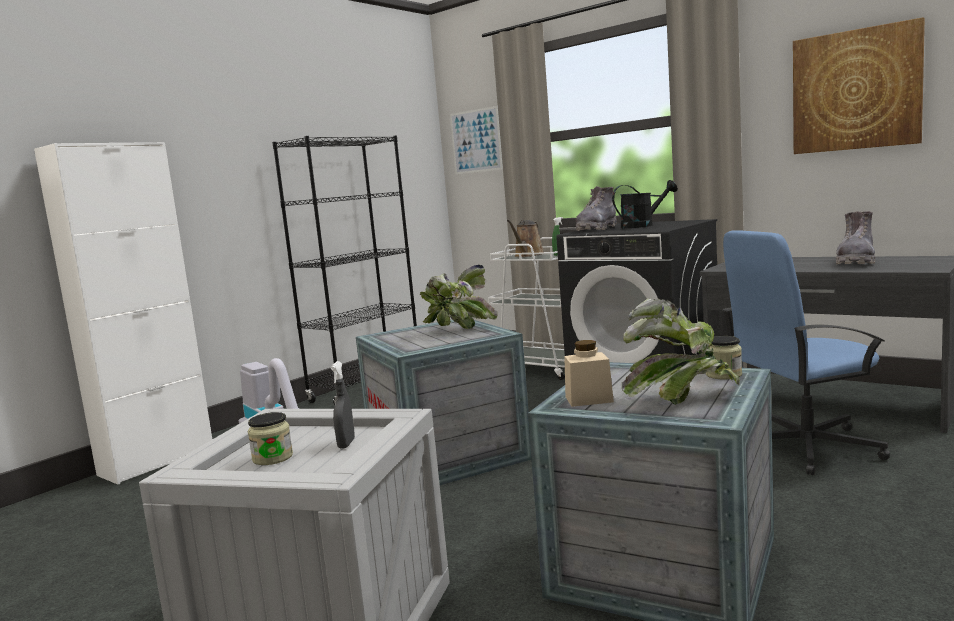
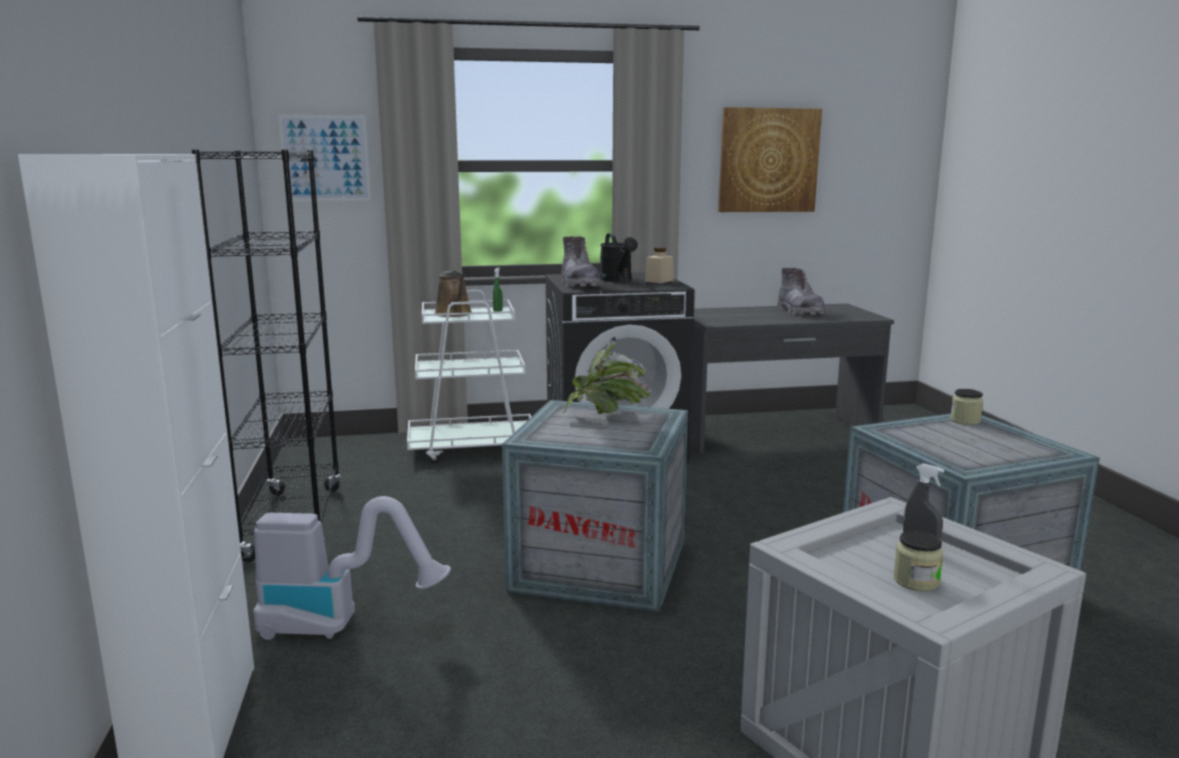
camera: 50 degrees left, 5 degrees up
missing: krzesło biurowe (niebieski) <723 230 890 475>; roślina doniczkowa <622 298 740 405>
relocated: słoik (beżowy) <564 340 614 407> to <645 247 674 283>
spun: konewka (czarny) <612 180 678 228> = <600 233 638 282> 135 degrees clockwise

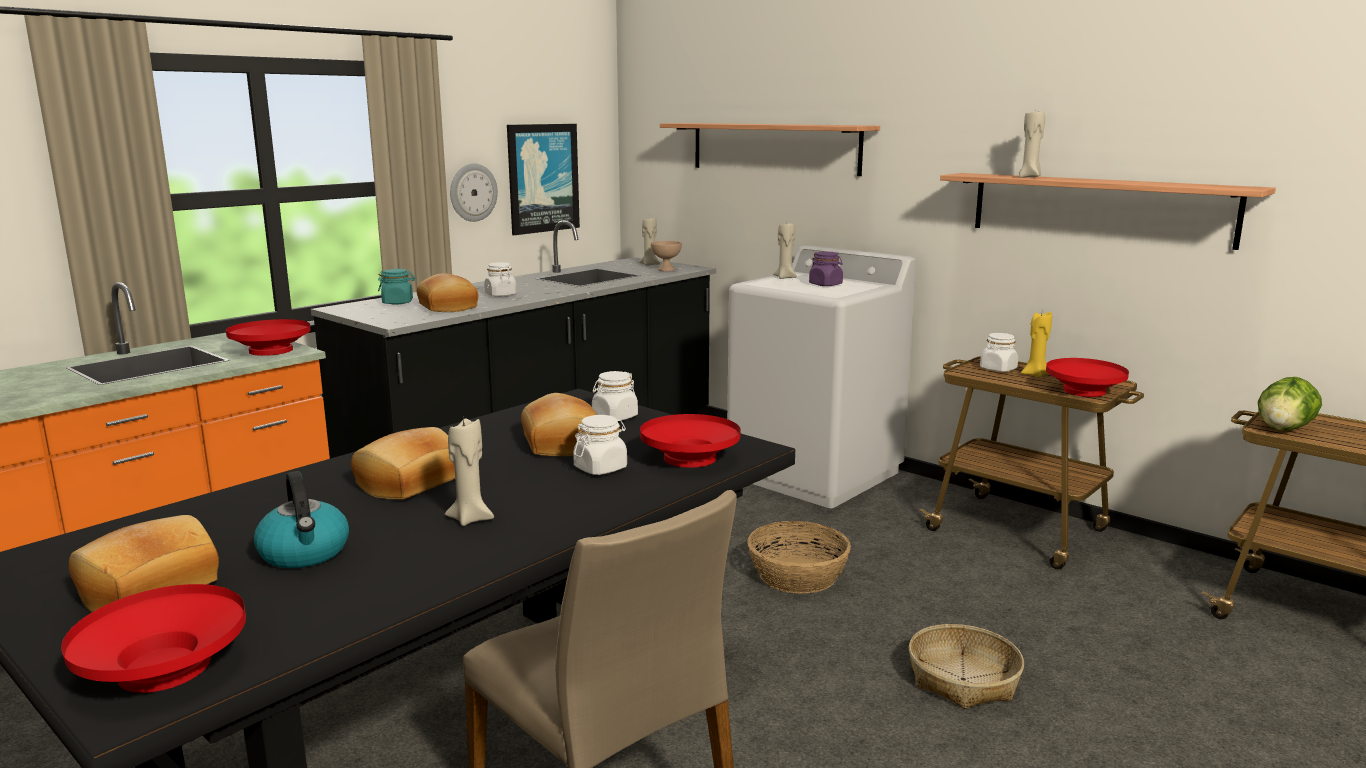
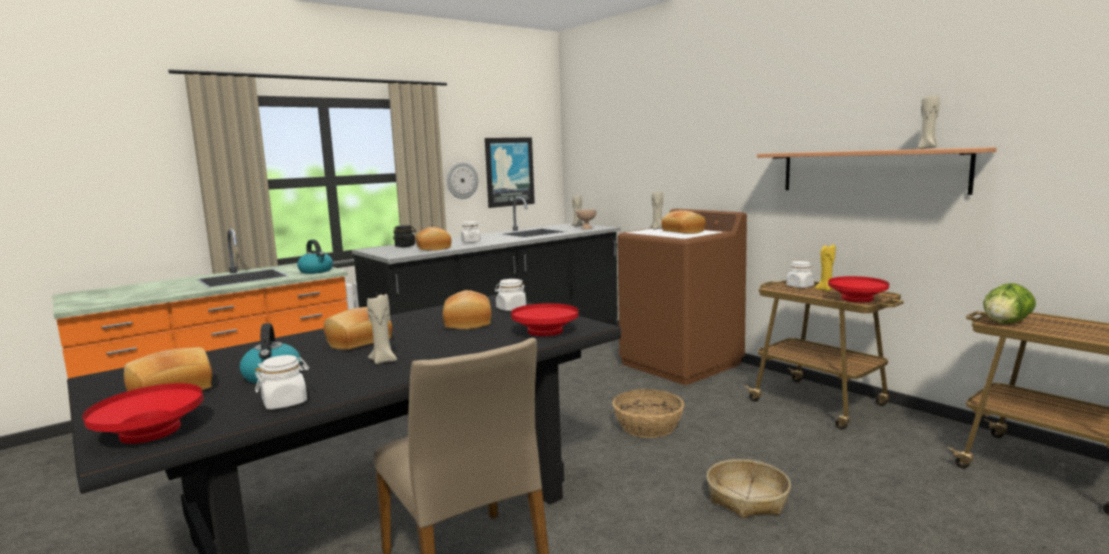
camera: 10 degrees right, 5 degrees down
missing: półka <660 123 880 176>
relocated: świeca (beżowy) <1019 111 1045 178> to <917 95 939 149>; słoik (biały) <573 415 627 475> to <255 355 309 410>
exchanged: słoik (fioletowy) <809 252 843 286> to chleb <661 210 706 234>; miska (czerwony) <226 319 310 356> to czajnik <297 239 333 274>
colour: pralka (biały) <727 245 916 508> to pralka (brązowy) <617 209 747 385>; słoik (turkusowy) <378 269 415 305> to słoik (czarny) <393 225 416 247>

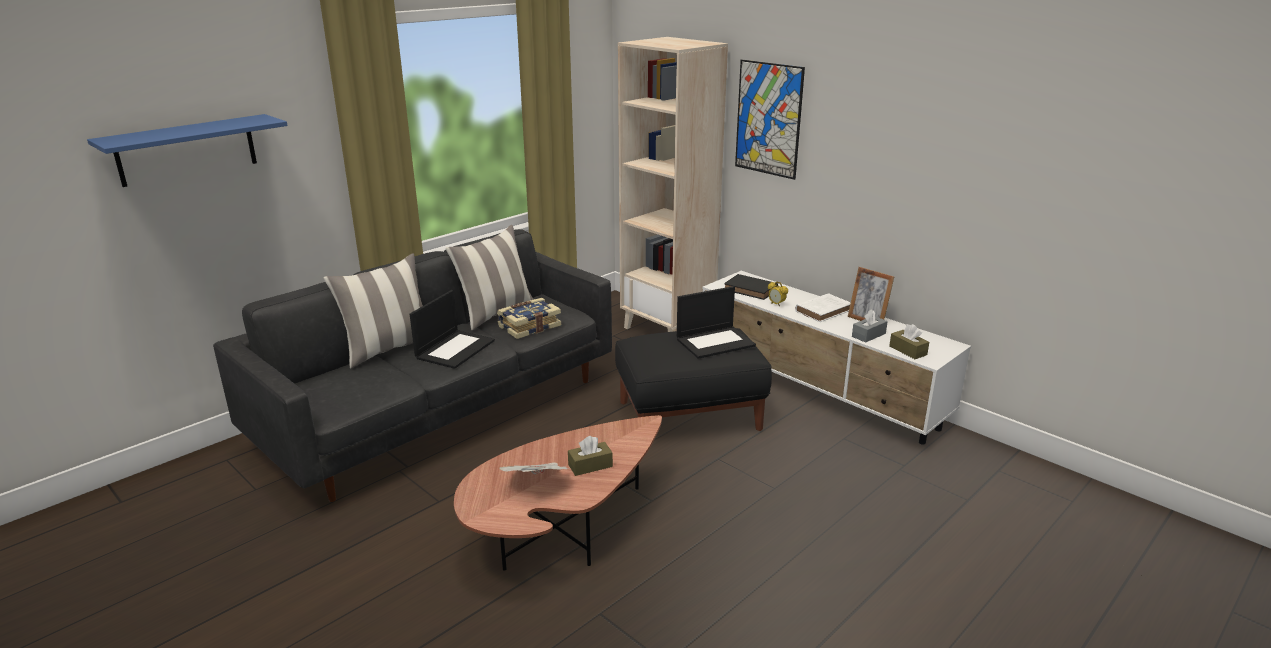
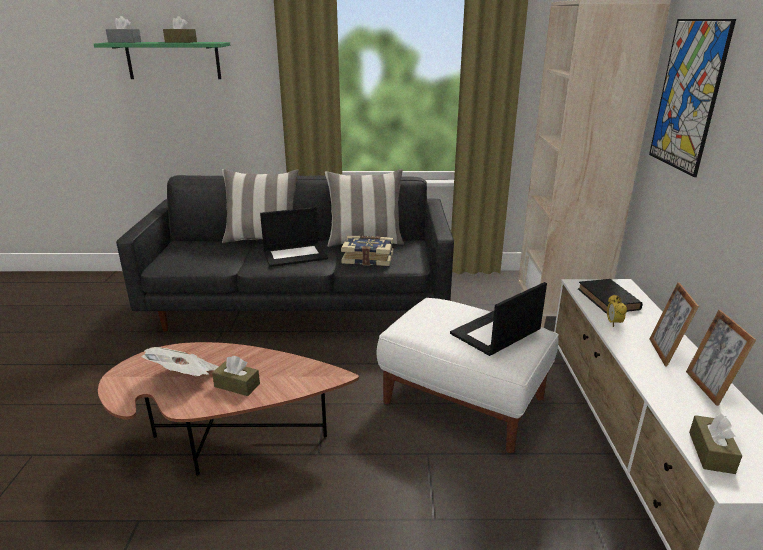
camera: 45 degrees right, 0 degrees up
appeared: pudełko chusteczek (brązowy) <163 16 197 43>
relocated: pudełko chusteczek (szary) <852 309 888 343> to <106 16 141 43>
exchanged: książka (biały) <795 293 851 322> to ramka na zdjęcie <649 282 699 367>
colour: półka (niebieski) <87 114 288 187> to półka (zielony) <94 42 230 79>; pufa (czarny) <615 328 772 431> to pufa (biały) <377 298 559 453>
spun: laptop <677 286 756 359> = <450 282 547 356> 120 degrees clockwise

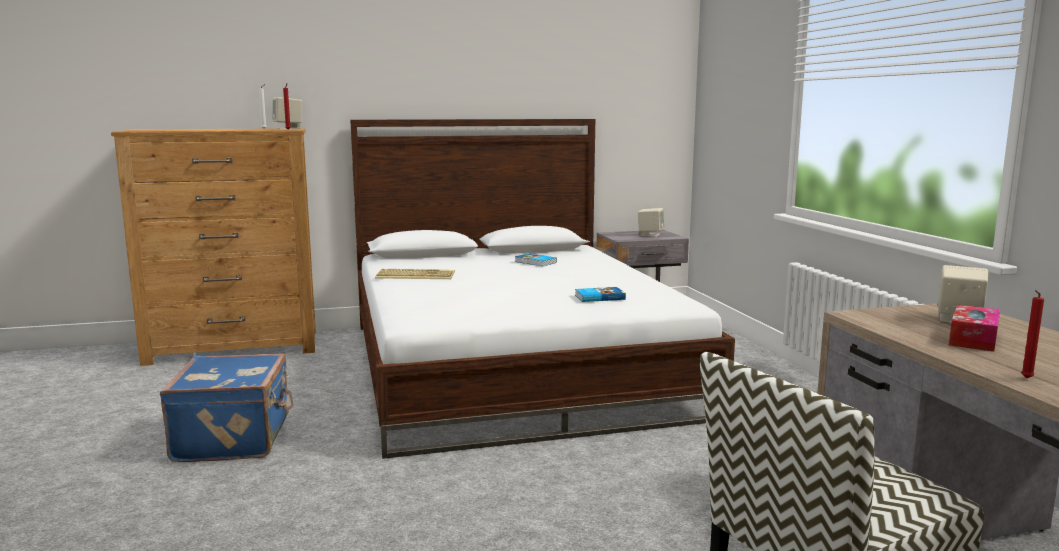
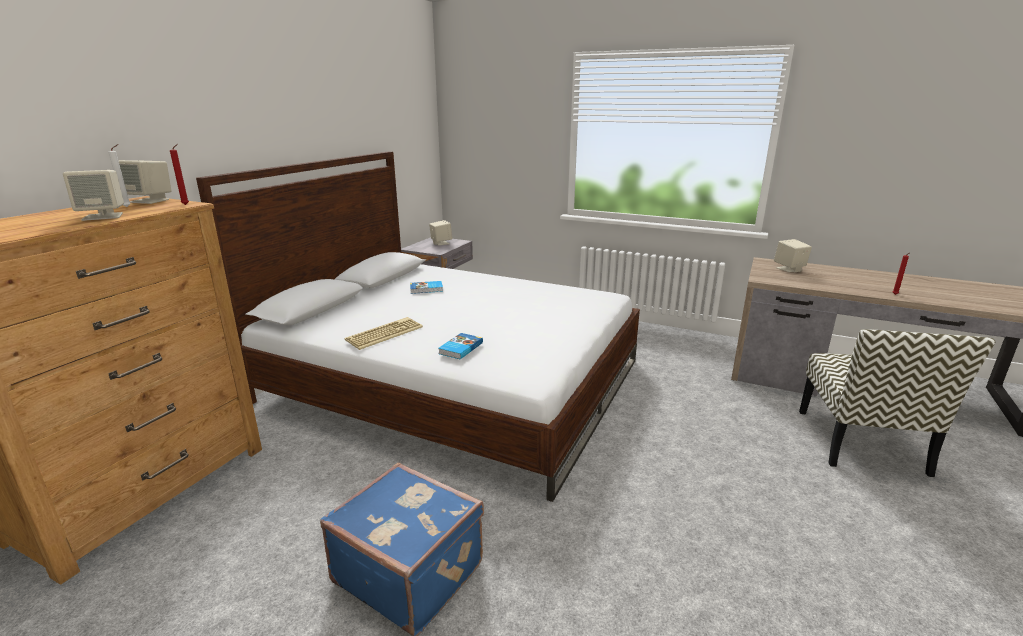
camera: 50 degrees left, 10 degrees up
missing: pudełko chusteczek <949 305 1000 352>
appeared: głośnik (beżowy) <63 170 124 221>
relocated: książka <575 287 626 302> to <438 333 483 359>

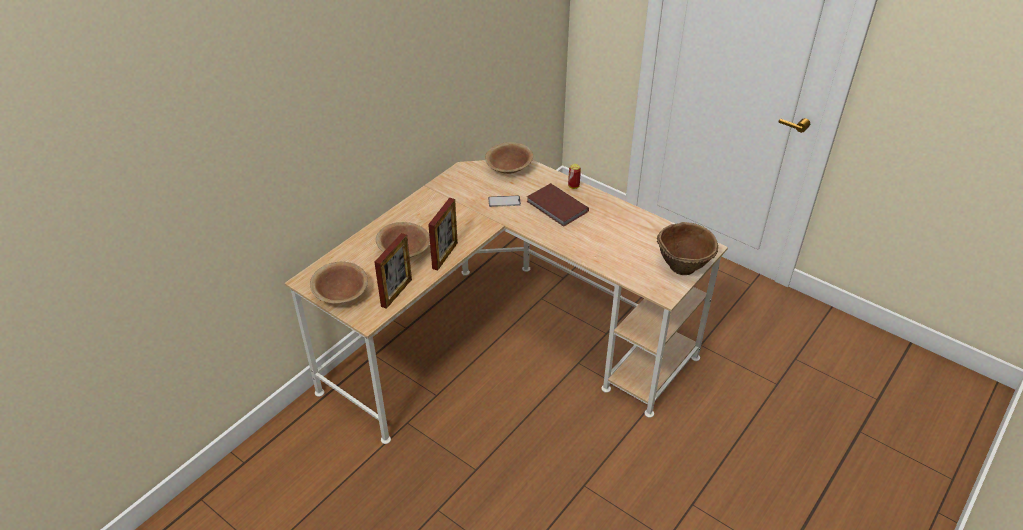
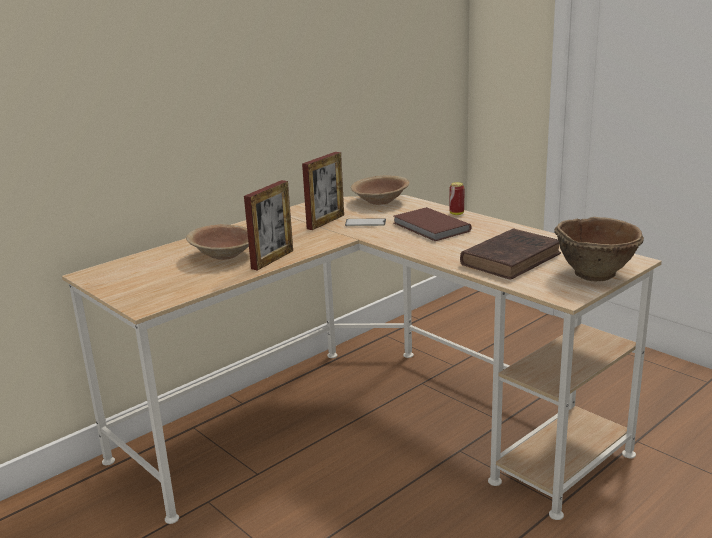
camera: 10 degrees right, 20 degrees down
missing: miska (brązowy) <310 262 368 304>
appeared: książka (brązowy) <460 228 561 280>
relocated: ramka na zdjęcie <374 233 412 309> to <302 152 344 230>

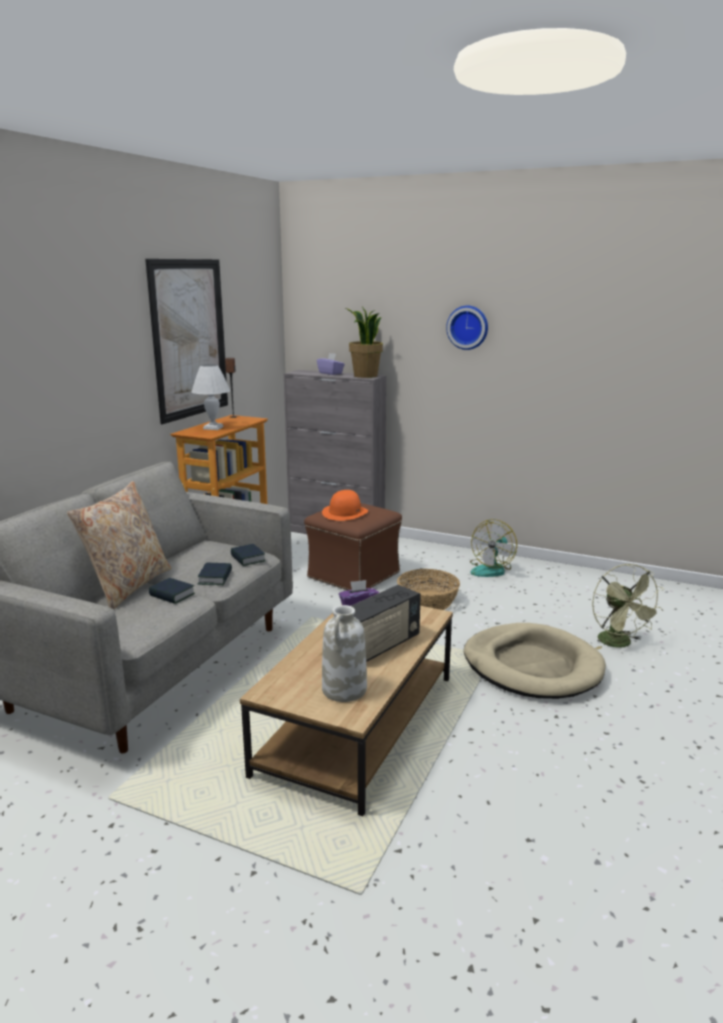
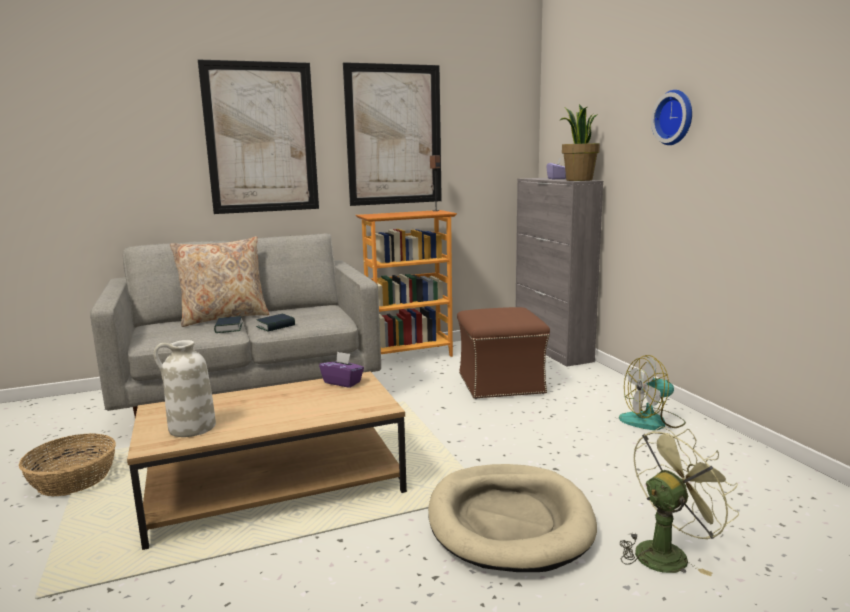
camera: 45 degrees right, 5 degrees down
missing: lampa stołowa (biały) <191 364 230 430>; kapelusz (pomarańczowy) <322 490 368 521>; książka <231 544 266 566>; radio <351 585 421 662>
appeared: obraz <198 60 319 214>
relocated: koszyk <397 569 460 610> to <19 433 116 496>
spun: wentylator (zielony) <592 564 664 650> = <620 426 739 576> 150 degrees counterclockwise

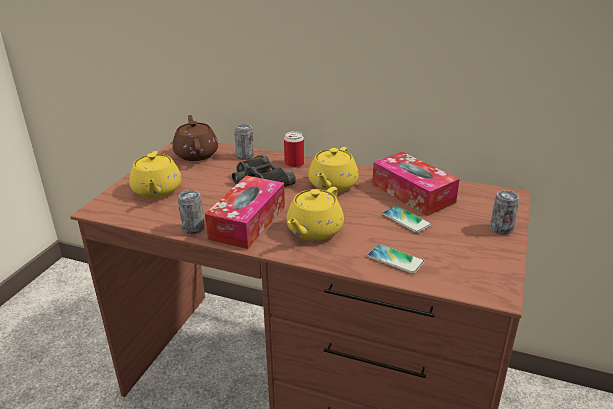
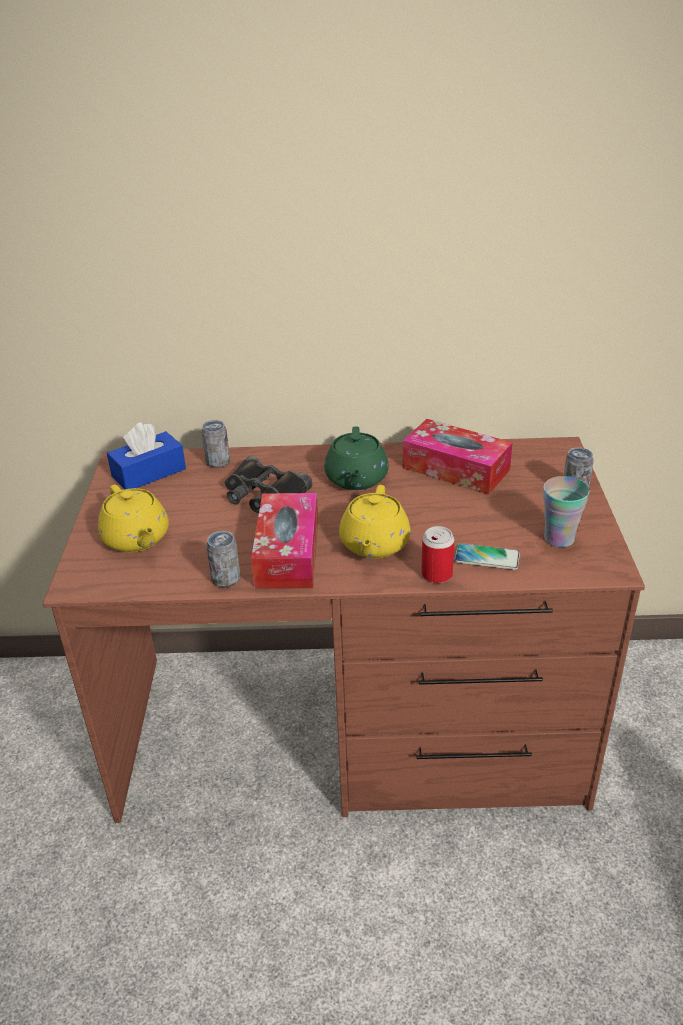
camera: 20 degrees left, 5 degrees up
missing: telefon <382 206 431 233>
appeared: filiżanka <543 476 590 547>
relocated: puszka <284 131 304 168> to <421 526 454 583>
exchanged: imbryk (brązowy) <172 115 218 161> to pudełko chusteczek (niebieski) <107 422 186 490>
colour: imbryk (żółty) <308 147 359 192> to imbryk (zielony) <324 426 389 490>

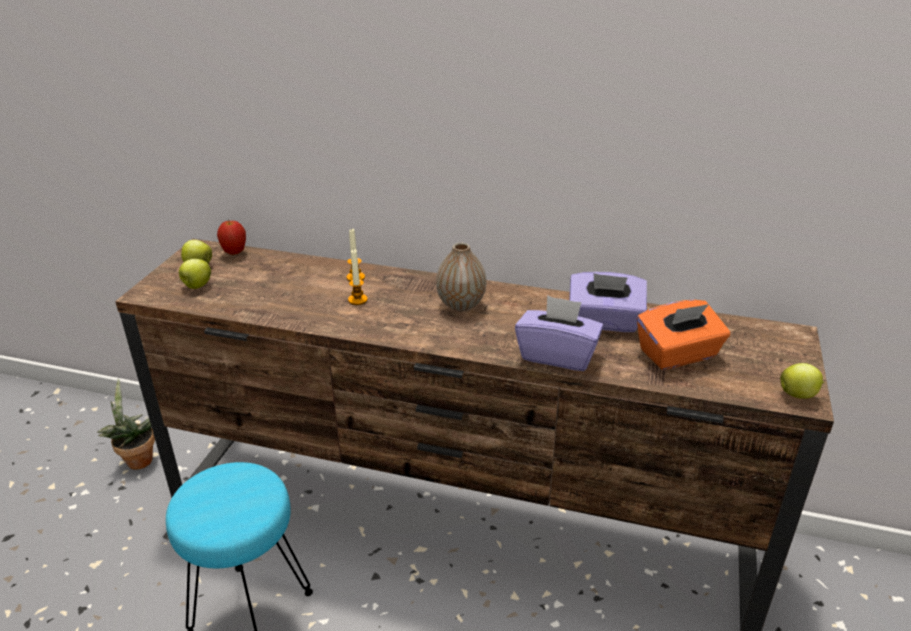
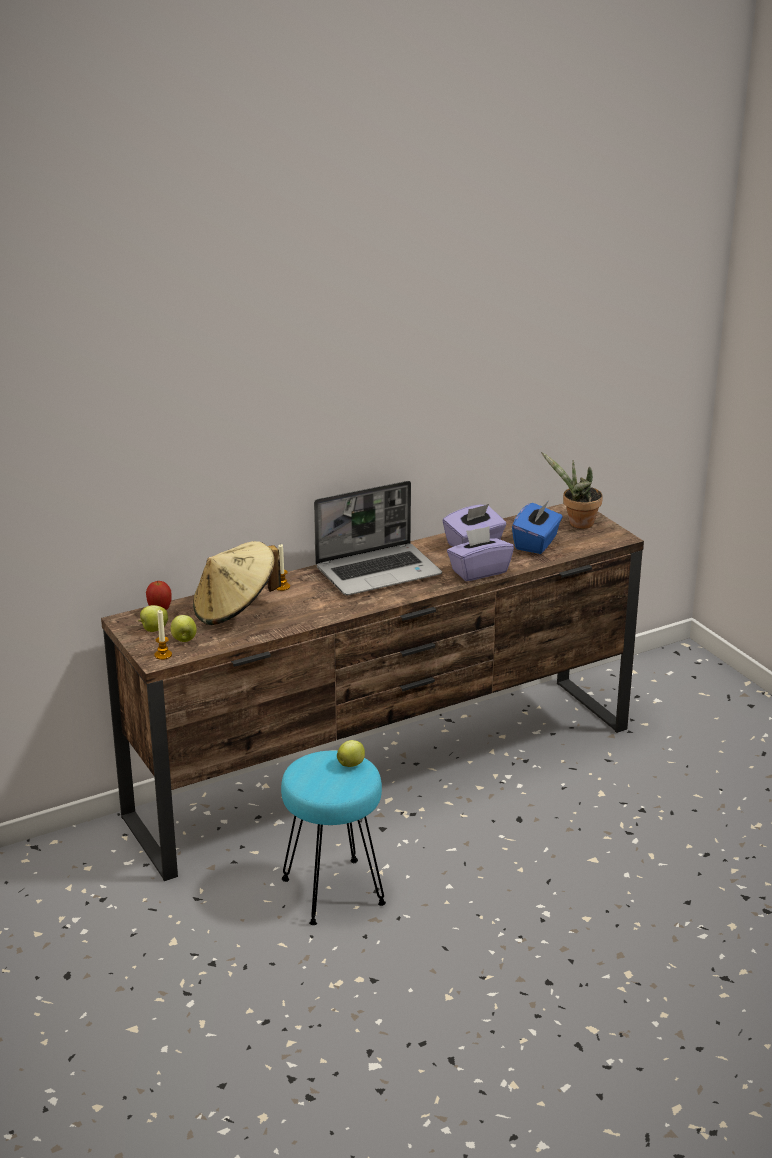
camera: 45 degrees left, 5 degrees down
appeared: kapelusz (beżowy) <193 541 281 625>
relocated: świeca <348 249 368 305> to <154 610 172 660>; jabłko <780 363 825 399> to <337 740 365 767>; roślina doniczkowa <97 379 155 470> to <541 452 603 529>
exchanged: wazon <436 243 486 311> to laptop <314 481 442 595>
colour: pudełko chusteczek (pomarańczowy) <637 299 730 370> to pudełko chusteczek (niebieski) <512 501 562 554>

